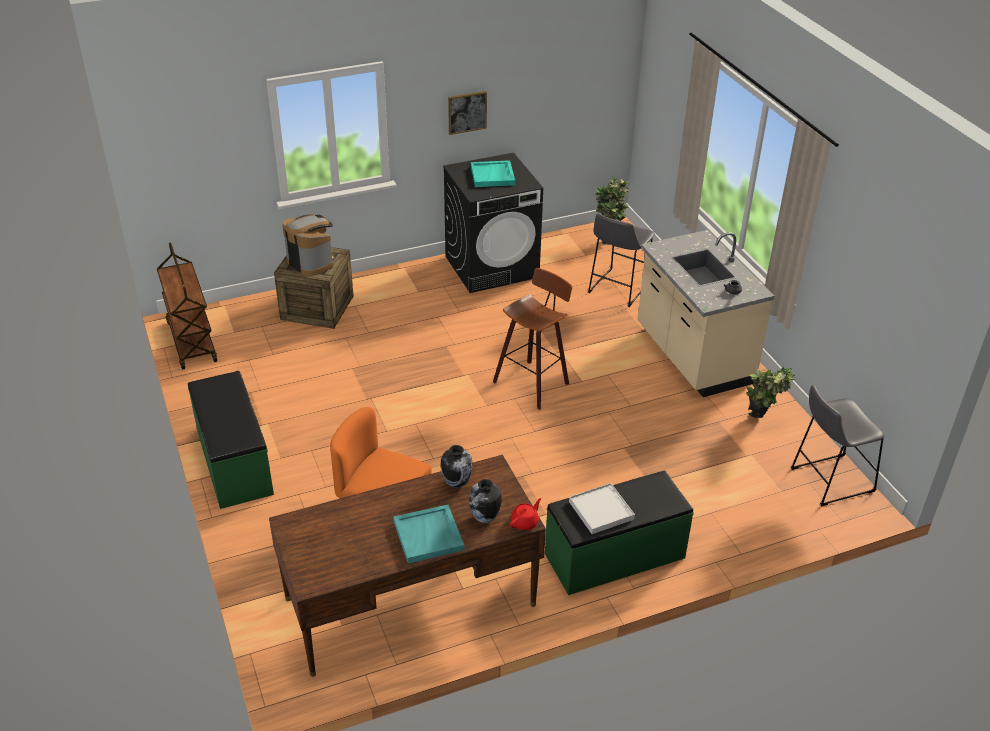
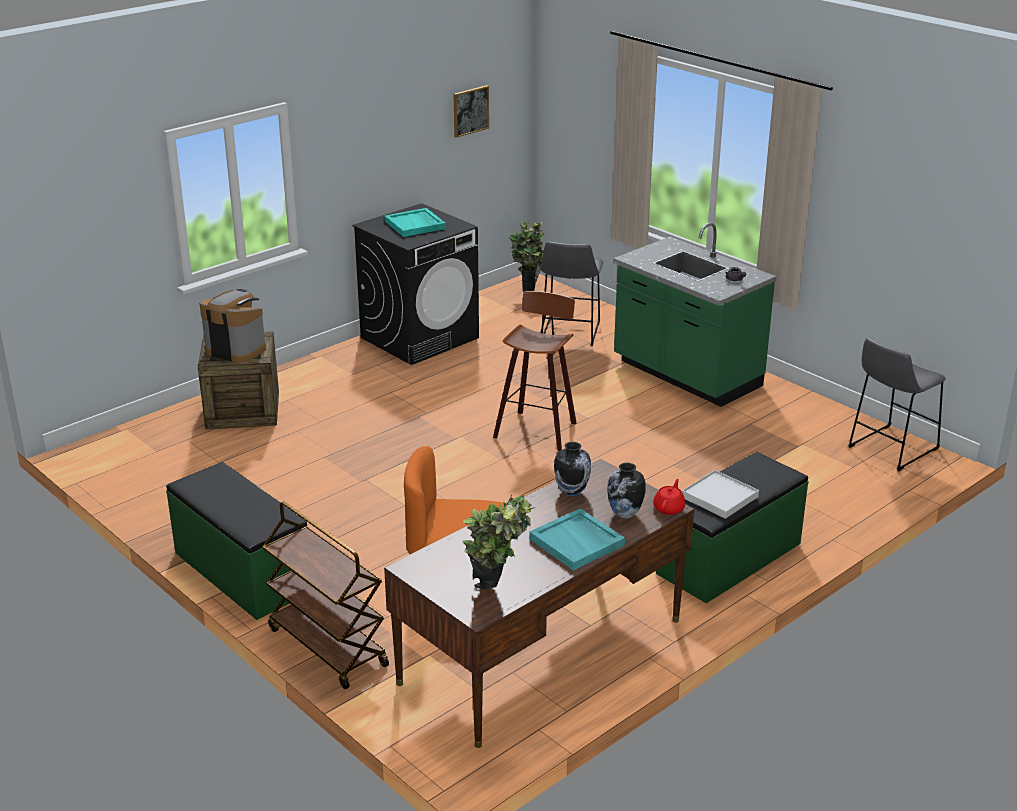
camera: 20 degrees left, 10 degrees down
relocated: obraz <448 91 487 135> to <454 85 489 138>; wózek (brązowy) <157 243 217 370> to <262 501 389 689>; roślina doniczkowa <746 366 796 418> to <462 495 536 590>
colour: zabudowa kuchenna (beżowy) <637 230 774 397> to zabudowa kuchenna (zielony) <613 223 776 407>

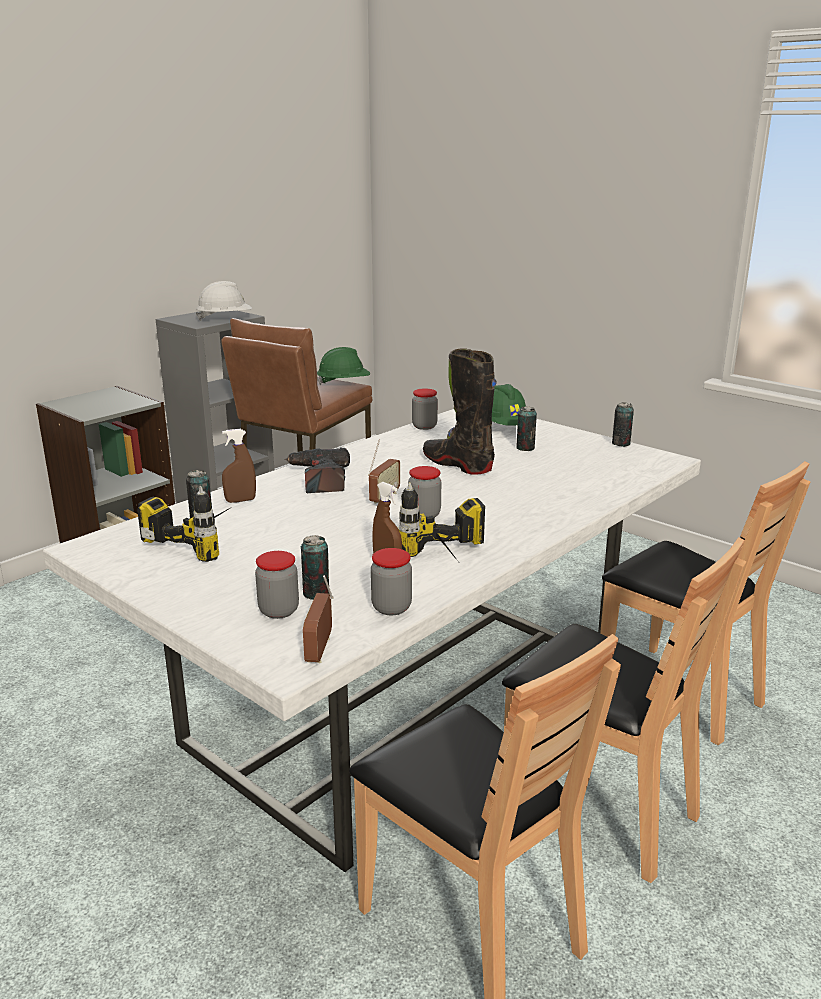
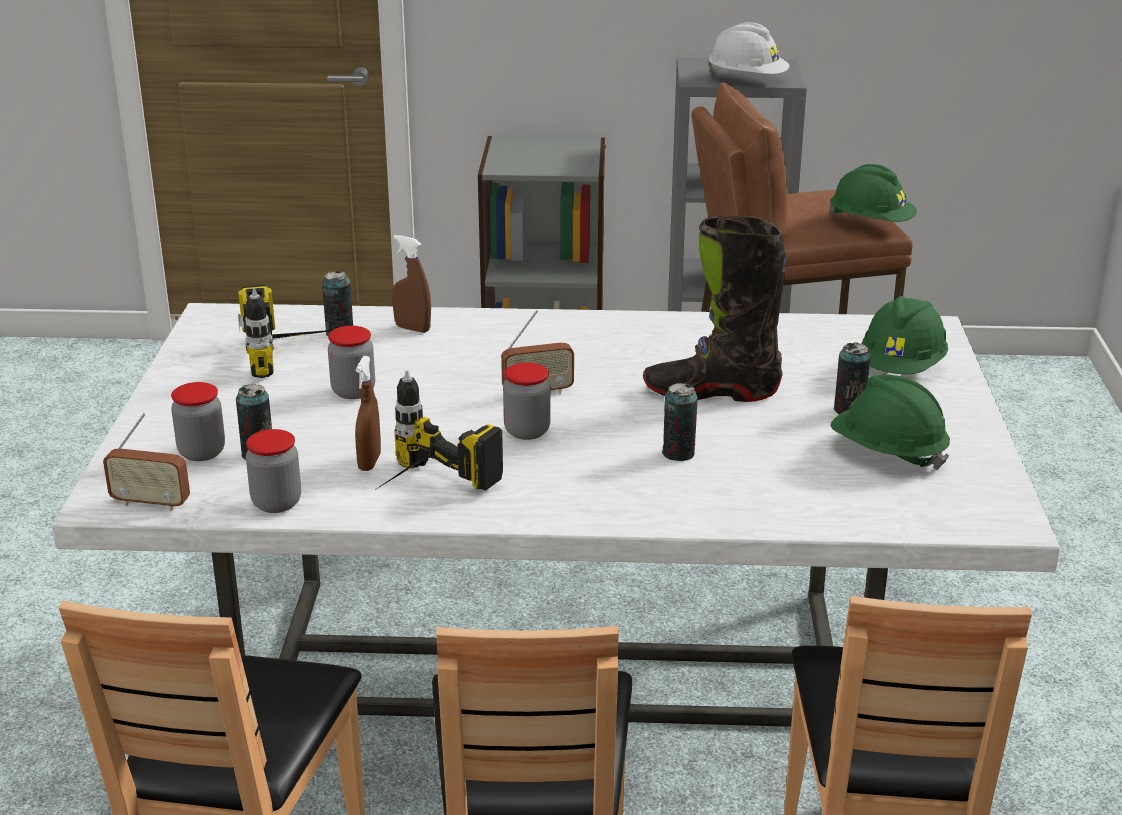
camera: 50 degrees right, 5 degrees up
missing: wiertarka <284 447 350 493>
appeared: kask (zielony) <830 375 950 470>
relocated: słoik <412 388 438 430> to <328 326 375 399>; puszka <612 402 634 447> to <662 383 698 461>
spun: but z cholewką (czarny) <423 348 497 475> = <643 215 786 402> 90 degrees counterclockwise; radio <303 575 333 663> = <103 413 190 511> 135 degrees counterclockwise

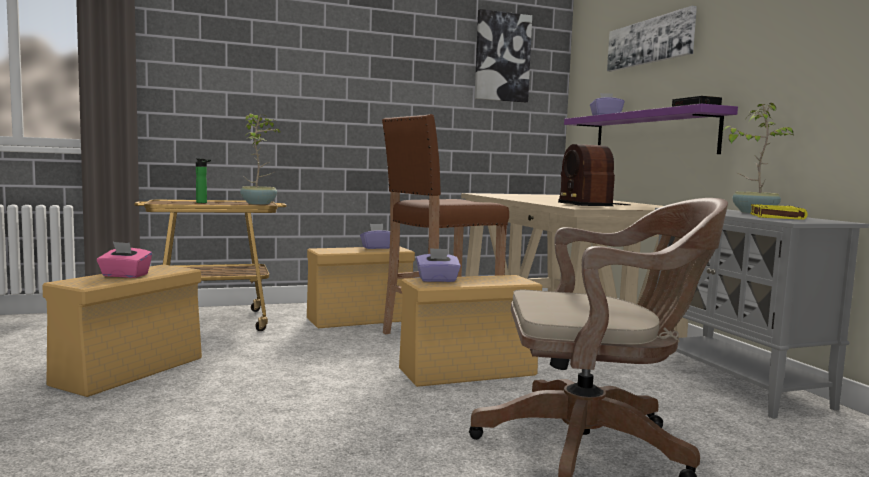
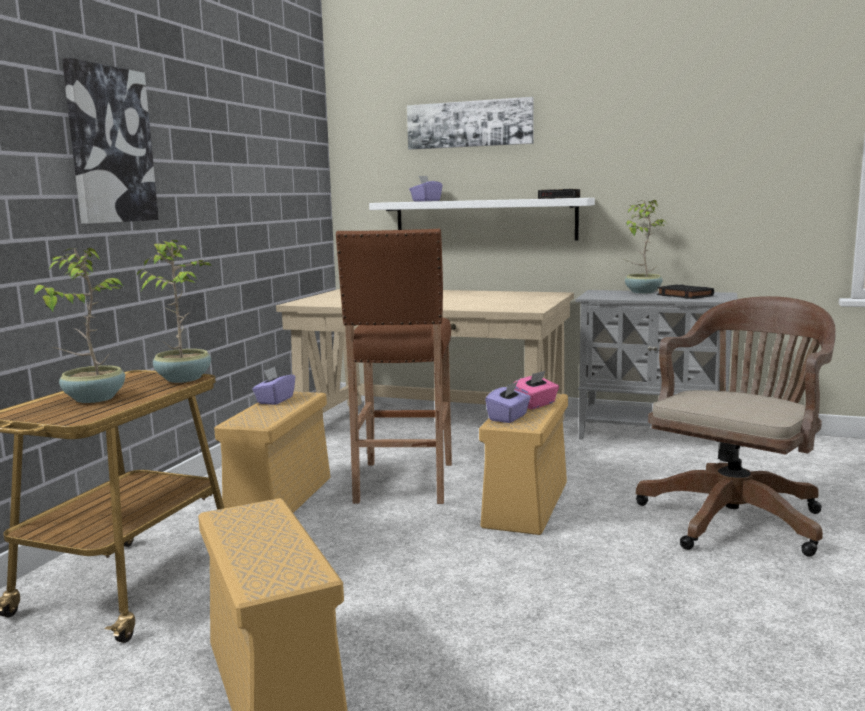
camera: 50 degrees left, 5 degrees up
missing: radio <558 144 631 206>
relocated: obraz <475 9 532 102> to <62 58 159 224>; pudełko chusteczek (różowy) <97 242 152 278> to <514 371 559 409>
exchanged: butelka <196 158 211 203> to roślina doniczkowa <34 248 125 403>
colour: półka (fioletowy) <564 104 738 154> to półka (biały) <369 198 595 241>; książka (żółty) <750 204 808 220> to książka (czarny) <657 284 714 299>

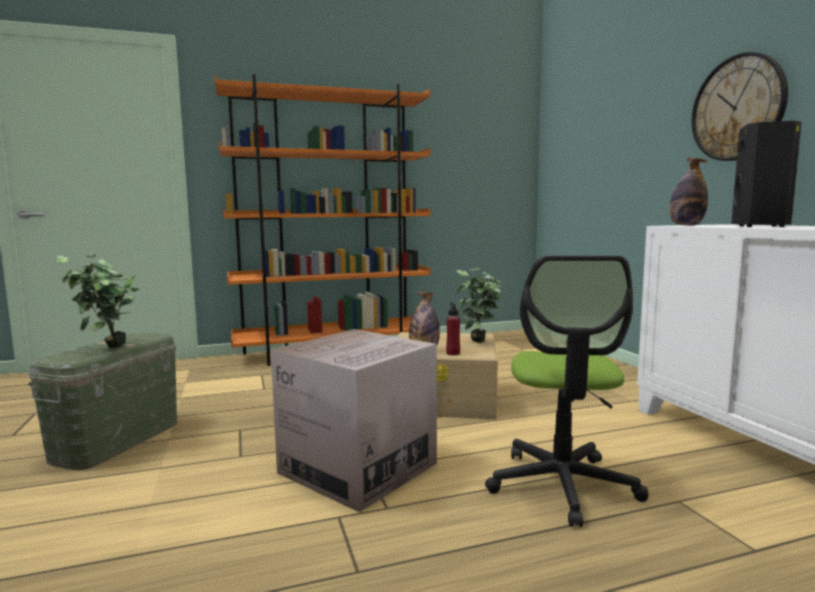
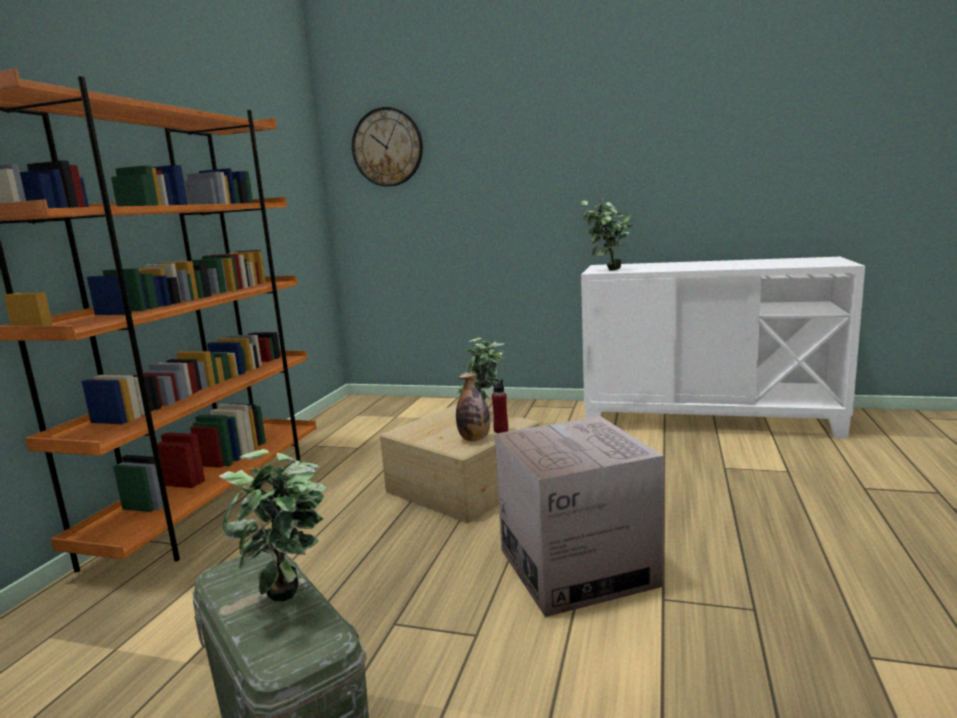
camera: 55 degrees left, 5 degrees up
missing: głośnik (czarny) <731 121 801 227>; krzesło biurowe <485 256 649 527>
relocated: zegar ścienny <692 52 788 161> to <352 107 423 187>
exchanged: butelka <669 158 708 226> to roślina doniczkowa <581 199 633 271>

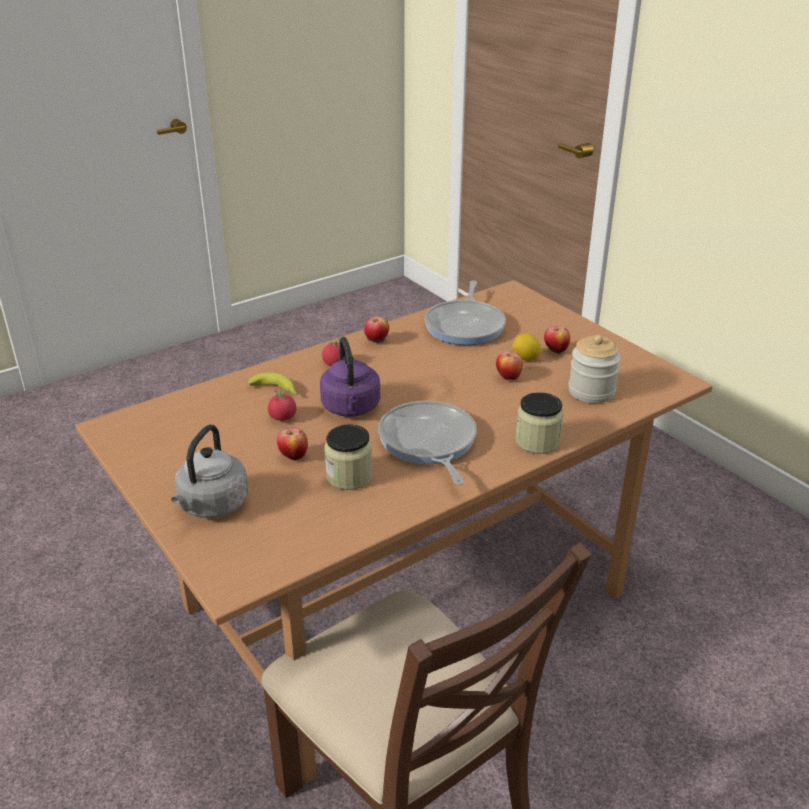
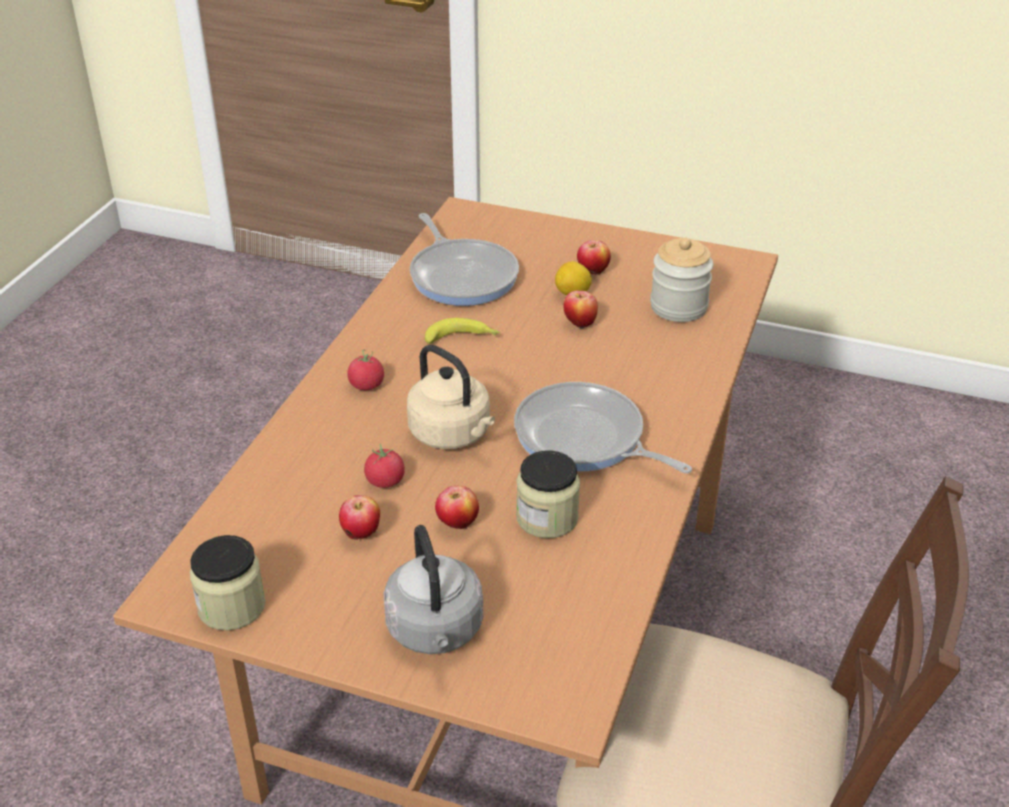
camera: 35 degrees left, 5 degrees up
relocated: jabłko <364 316 389 343> to <339 495 380 540>; banan <248 372 297 395> to <425 318 500 344>; słoik <516 392 563 454> to <190 535 266 630>
colour: czajnik (fioletowy) <320 337 380 417> to czajnik (beżowy) <407 345 495 449>

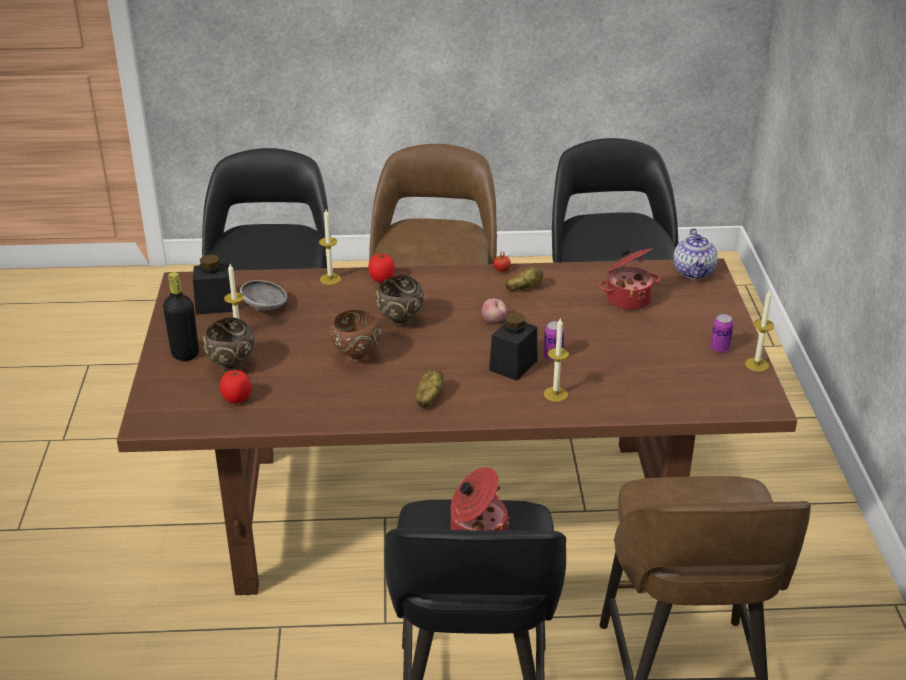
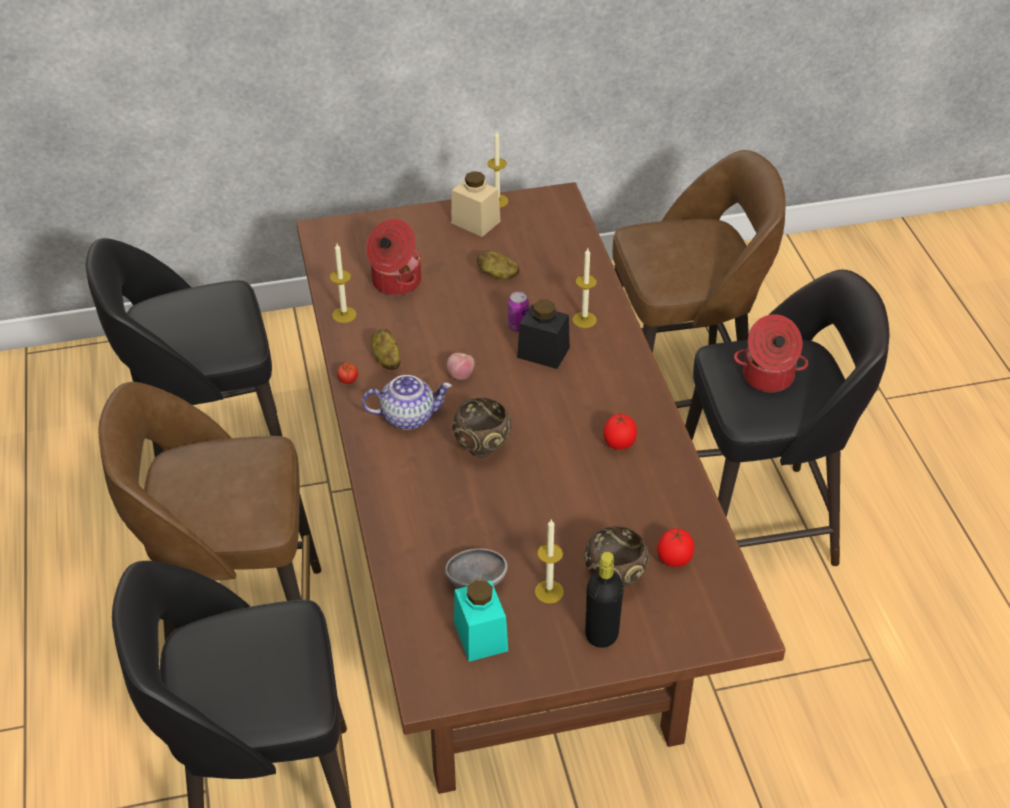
camera: 100 degrees left, 10 degrees up
missing: miska (brązowy) <330 310 381 364>
relocated: świeca <319 209 341 285> to <330 244 357 323>; imbryk <673 228 718 279> to <362 375 452 430>; pomidor <368 254 395 283> to <603 414 637 450>; ziemniak <416 369 444 408> to <477 251 519 280>
exchanged: puszka <710 314 734 353> to słoik (beżowy) <451 171 501 237>
colour: słoik (czarny) <193 254 233 314> to słoik (turkusowy) <454 580 508 662>

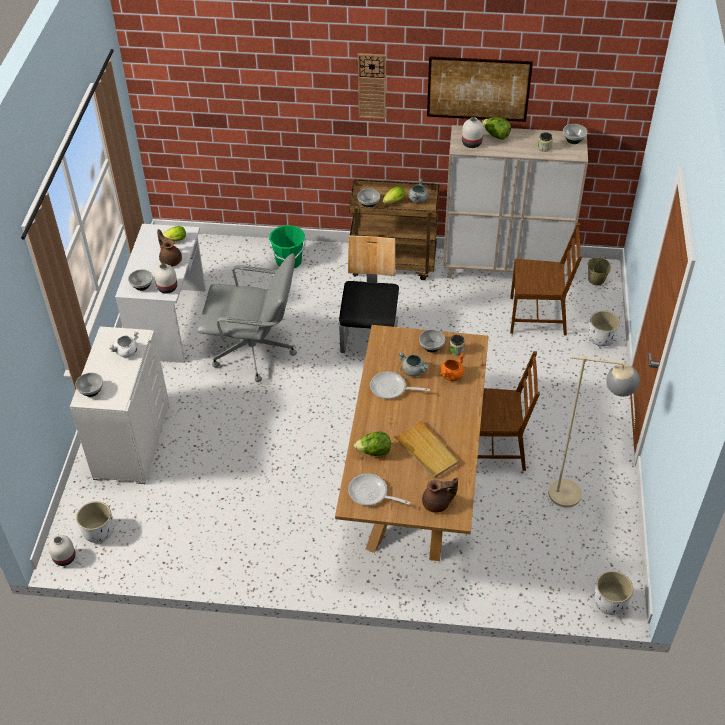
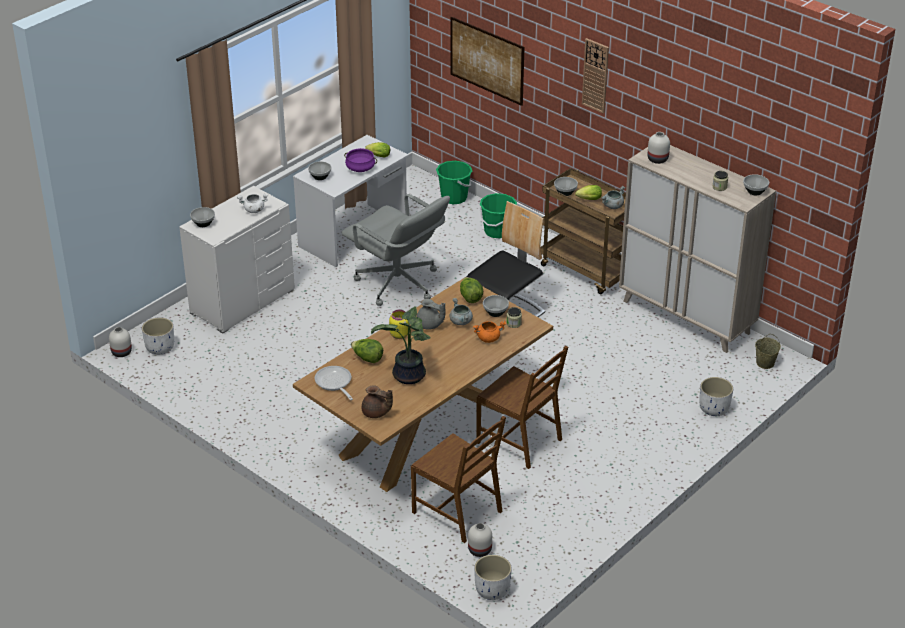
camera: 35 degrees right, 10 degrees down
missing: lampa stojąca (beżowy) <548 356 640 508>
appeared: wiadro (zielony) <436 161 472 204>; słoik (żółty) <389 309 409 339>
relocated: obraz <427 56 533 122> to <450 16 525 106>; sałata <482 117 511 140> to <460 277 483 303>; krzesło (brązowy) <510 223 582 335> to <411 416 506 543>; wazon (biały) <154 264 177 294> to <468 523 492 557>
exchanged: imbryk (brązowy) <157 229 182 267> to garnek (fioletowy) <344 148 377 172>; patelnia <370 371 430 399> to imbryk (szary) <417 299 445 330>; taca (beżowy) <392 419 459 478> to roślina doniczkowa <371 306 431 384>

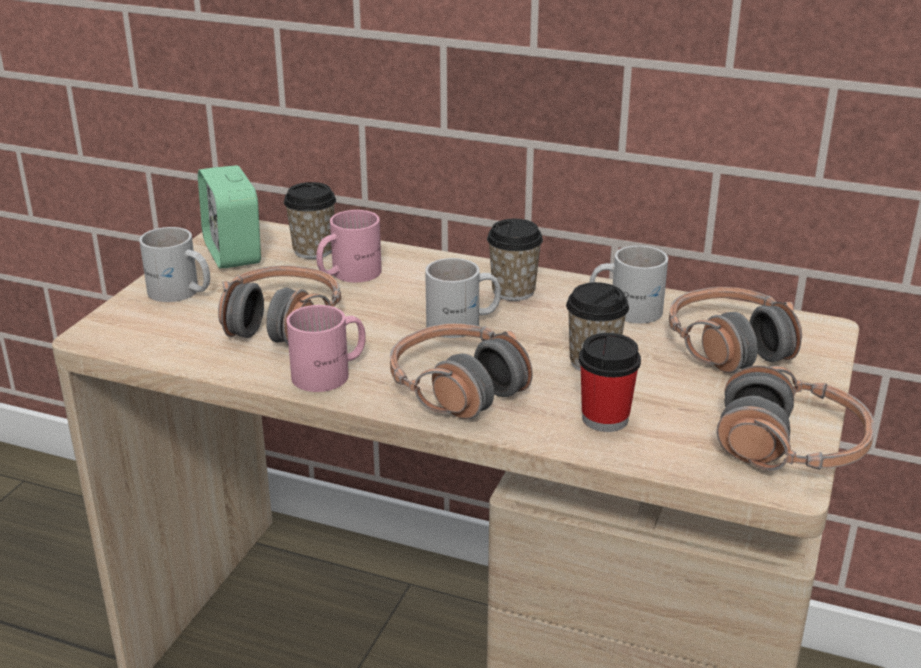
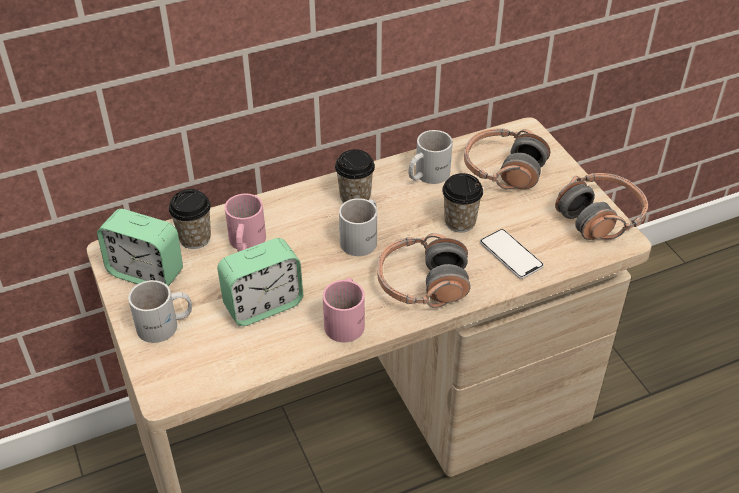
camera: 45 degrees left, 15 degrees up
exchanged: słuchawki <218 265 341 345> to budzik <217 238 303 326>; filiżanka <579 333 641 432> to telefon <480 229 544 279>

